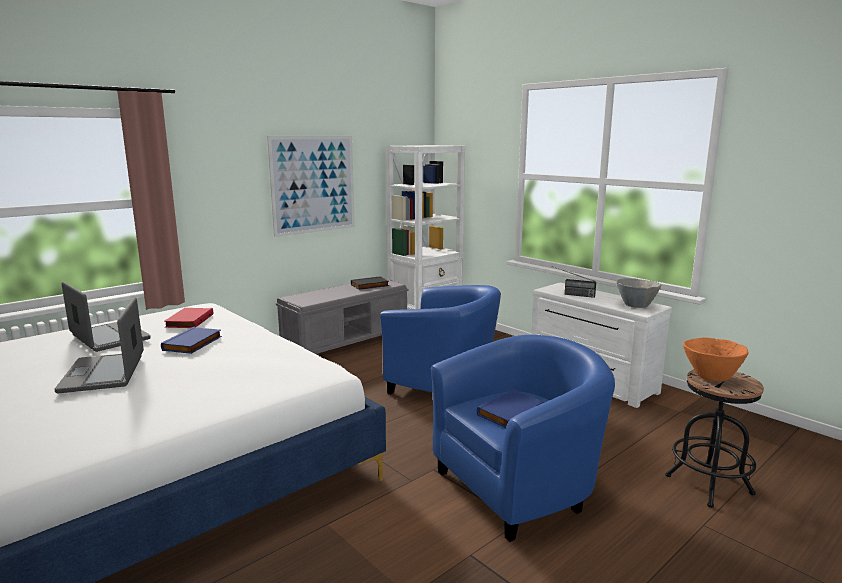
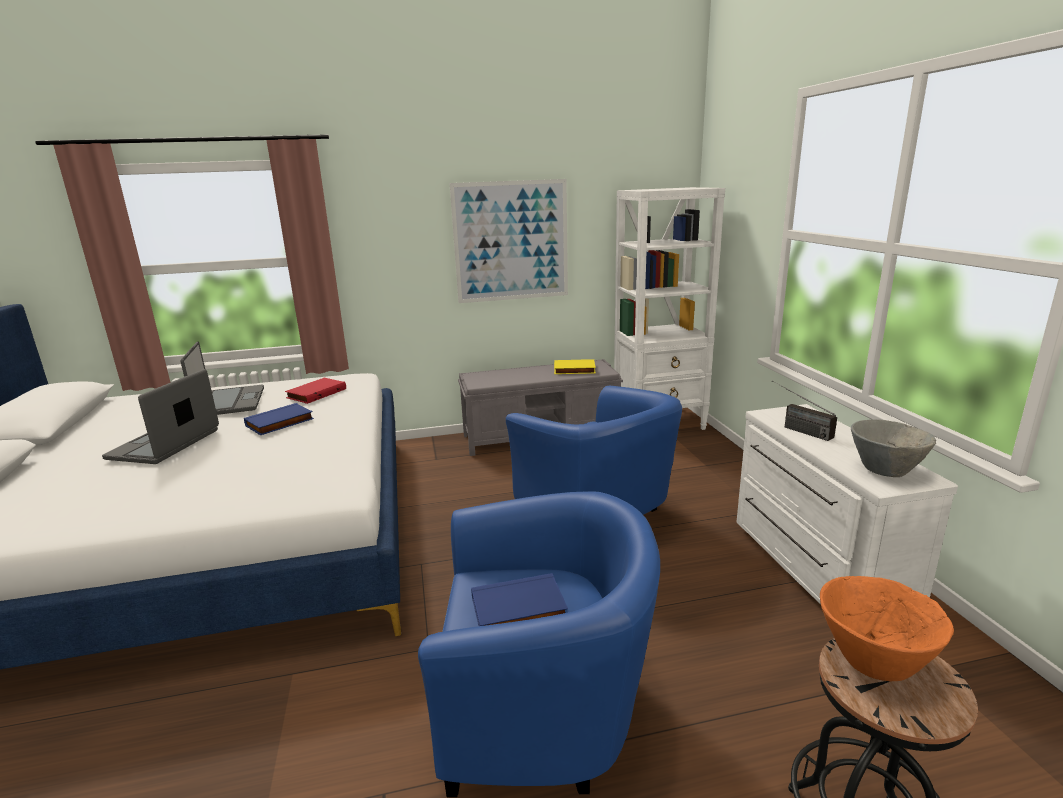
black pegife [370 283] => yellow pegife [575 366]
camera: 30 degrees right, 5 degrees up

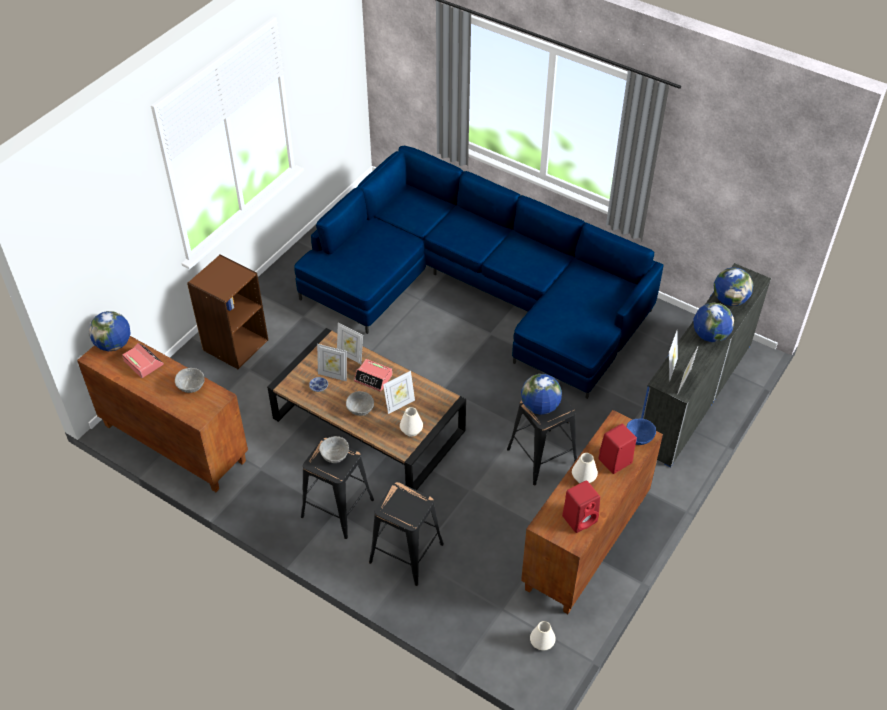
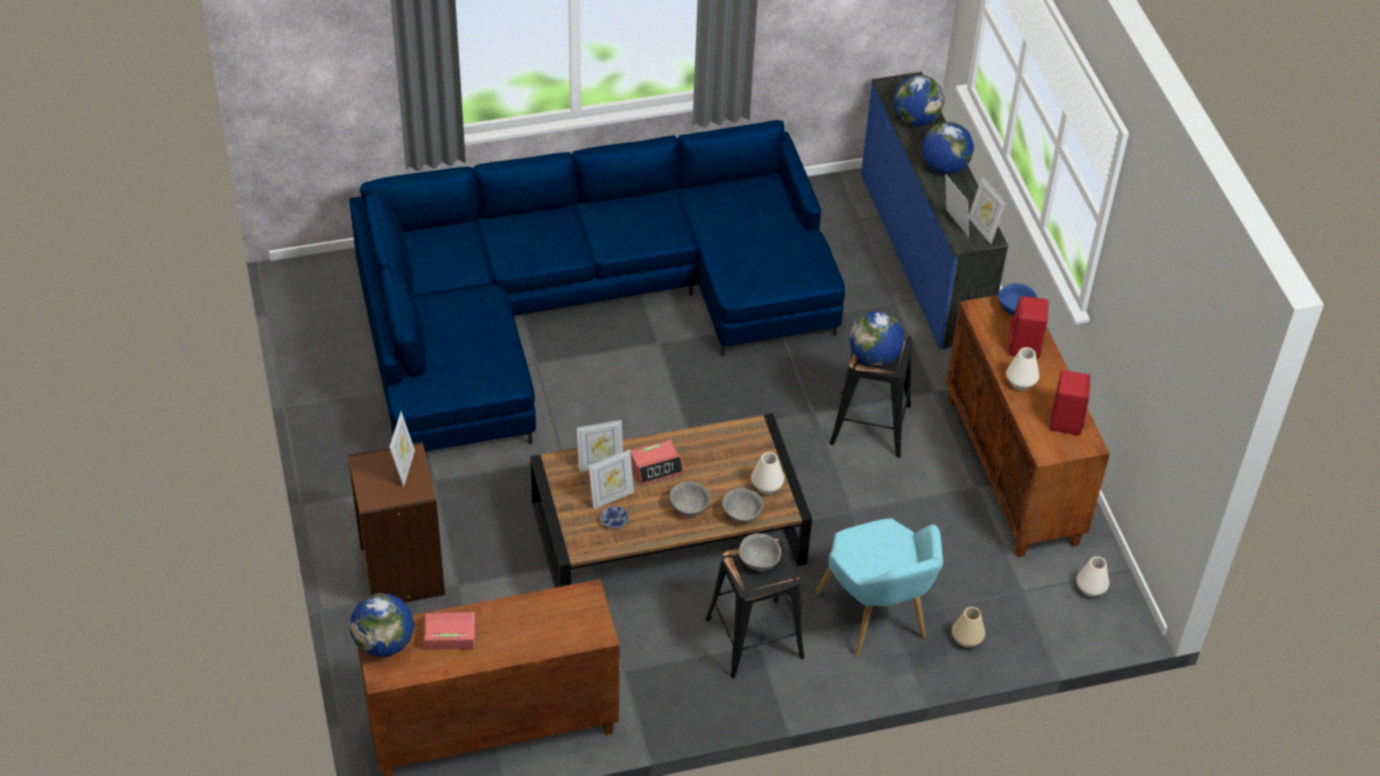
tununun [399 392] => tununun [402 449], moved
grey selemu [190 380] => grey selemu [743 505], moved
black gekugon [406 534] => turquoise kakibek [879 587]
nothing => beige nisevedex [968 627]
camera: 50 degrees left, 0 degrees up

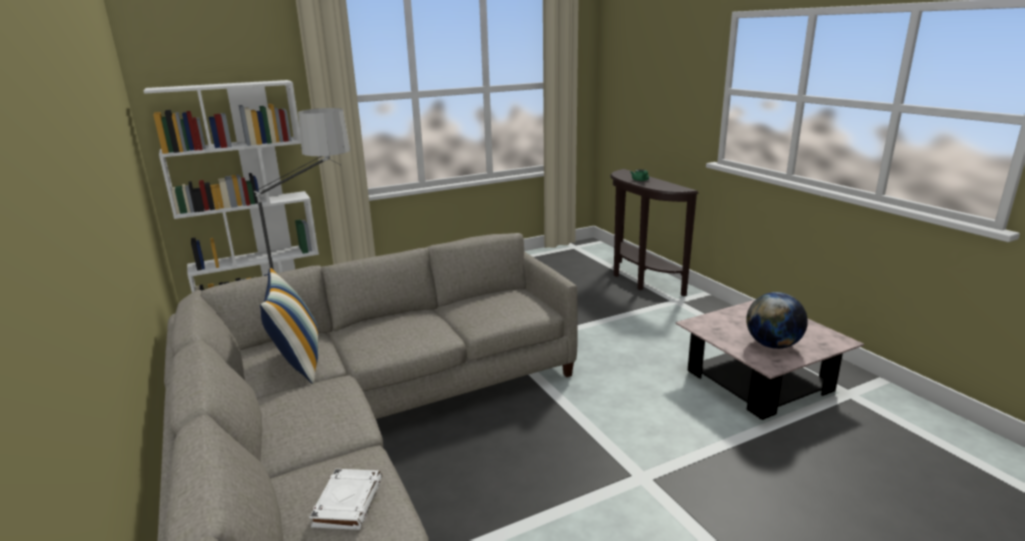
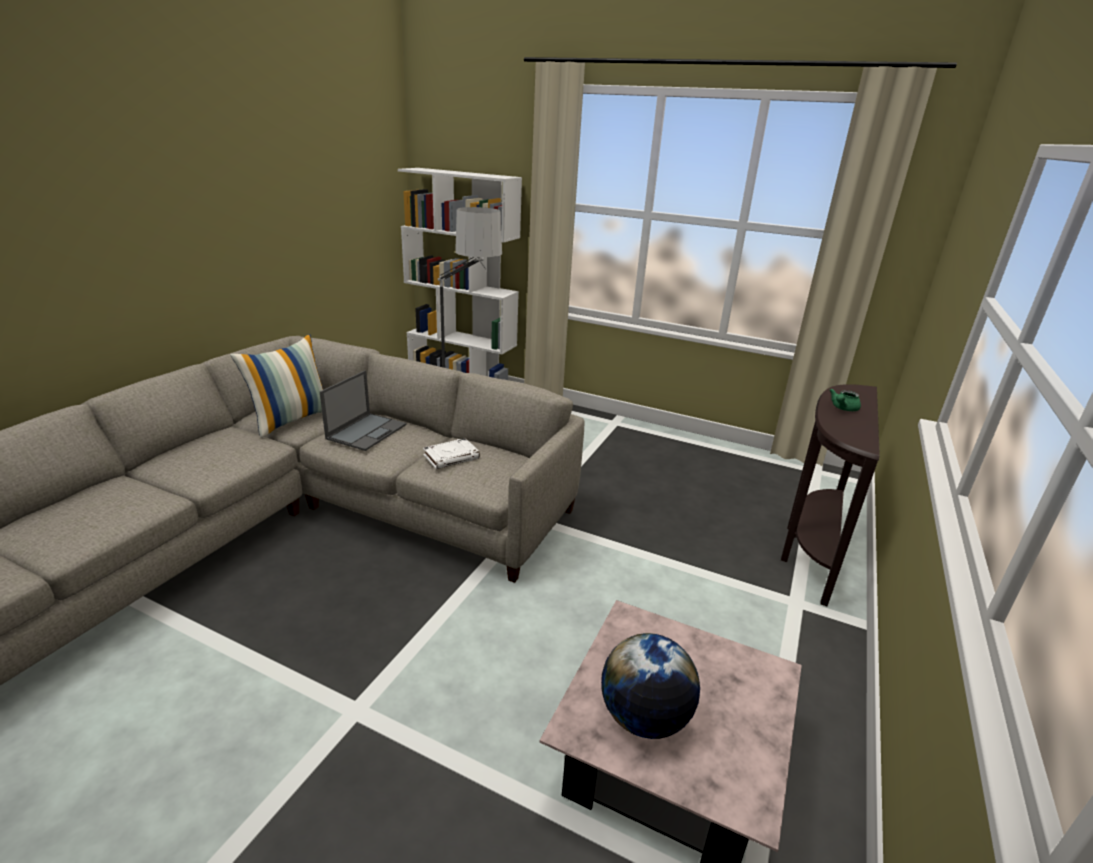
nothing => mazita [363 410]
white pegife [345 499] => white pegife [451 453], moved
camera: 50 degrees right, 5 degrees up

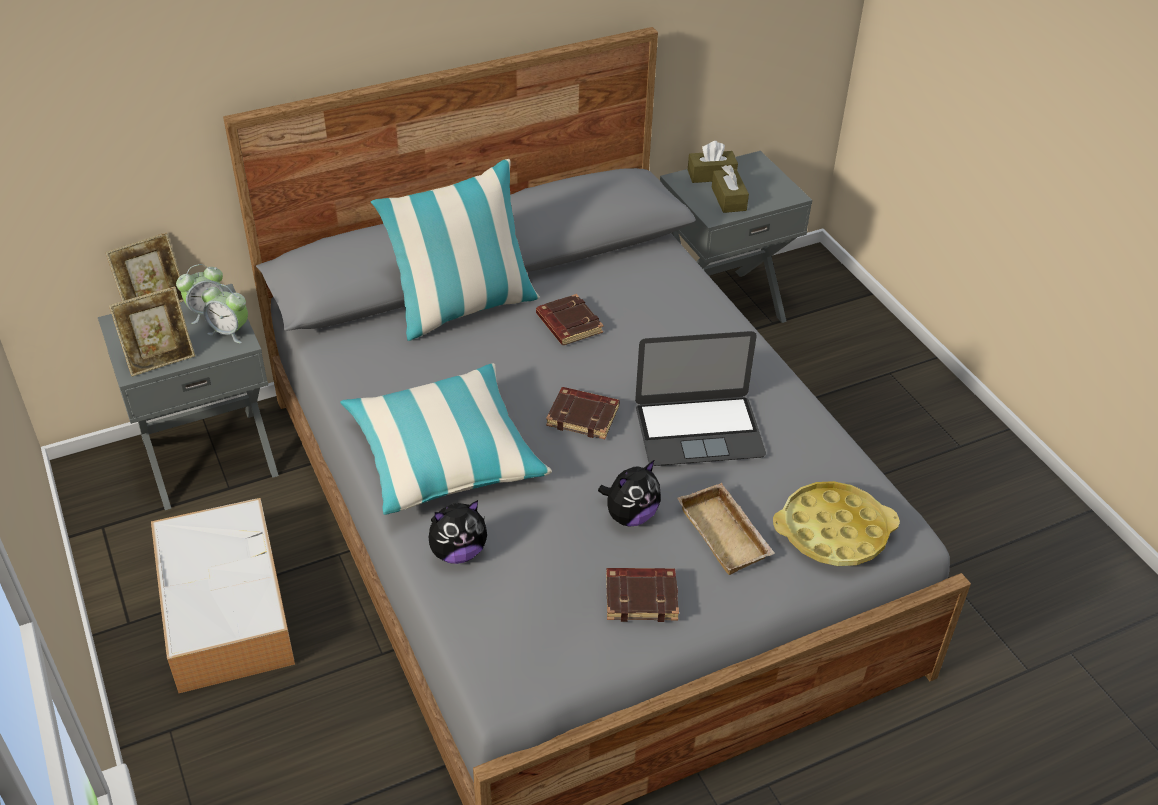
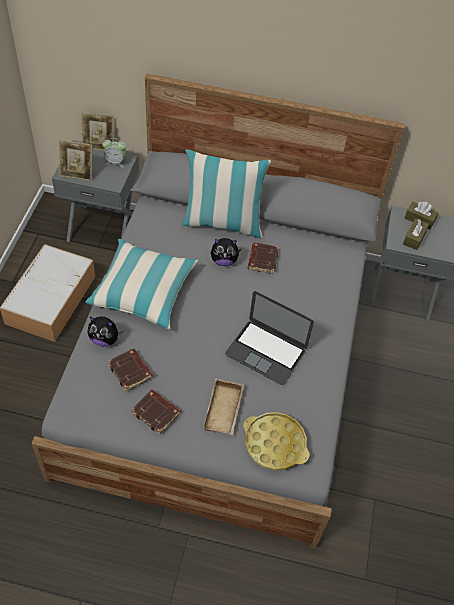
brown pegife [583 413] => brown pegife [130 370], moved
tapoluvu [629 493] => tapoluvu [226 252], moved
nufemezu [225 313] => nothing
camera: 35 degrees right, 10 degrees up

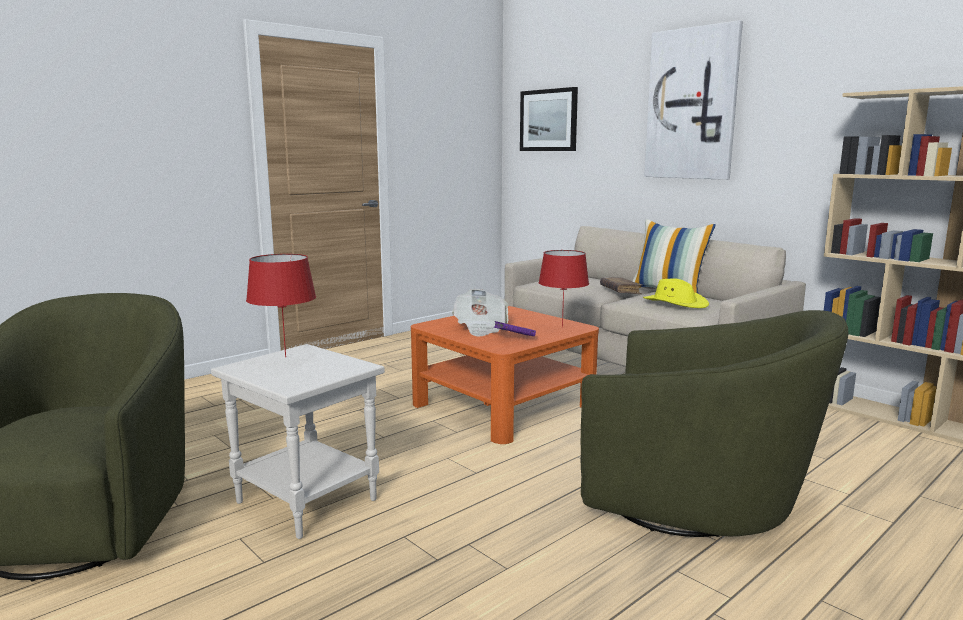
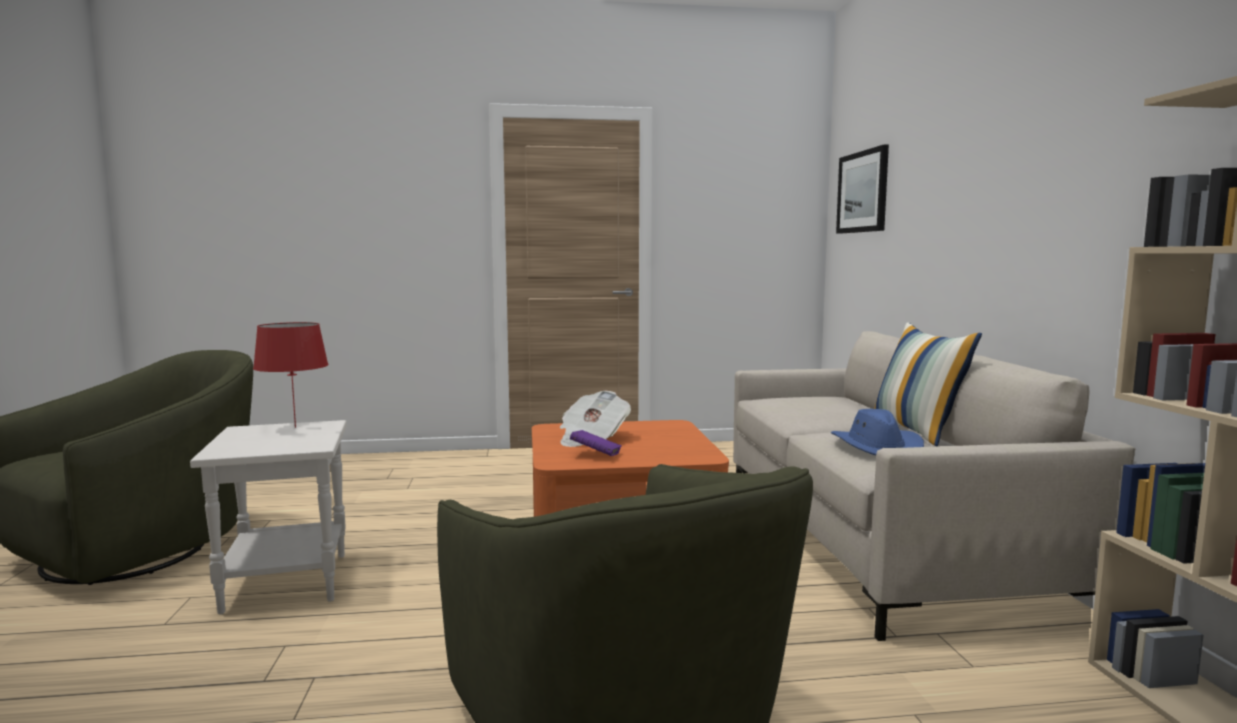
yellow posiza [676 293] => blue posiza [877 432]
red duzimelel [564 289] => nothing
brown pegife [621 285] => nothing
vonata [693 100] => nothing
camera: 35 degrees right, 5 degrees down

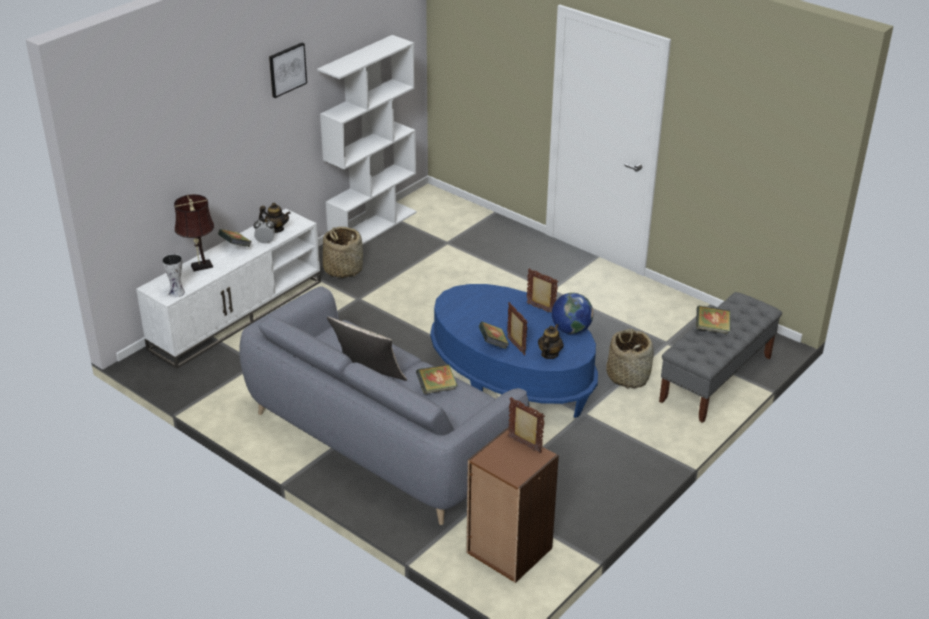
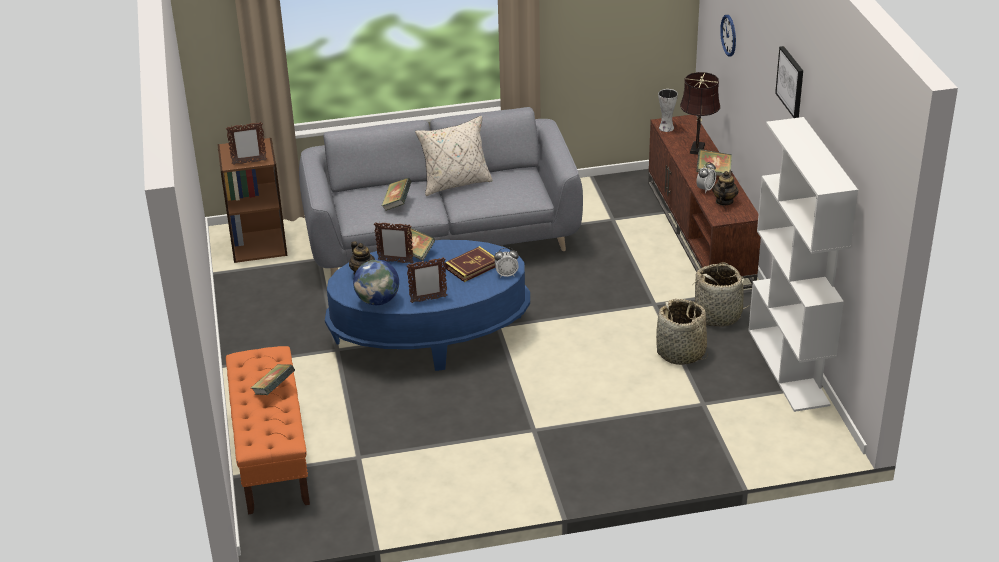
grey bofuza [720 357] => orange bofuza [268 430]
nothing => pegife [470 264]
nothing => nufemezu [506 263]
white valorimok [228 289] => brown valorimok [704 202]
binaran [630 358] => binaran [682 332], moved
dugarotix [275 217] => dugarotix [725 188], 150 degrees clockwise
nothing => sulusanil [728 36]
camera: 130 degrees right, 0 degrees up

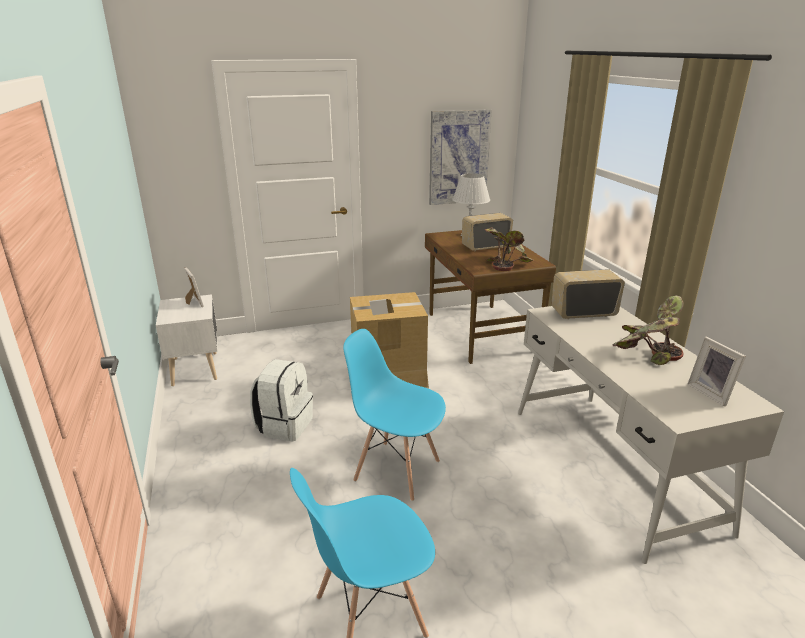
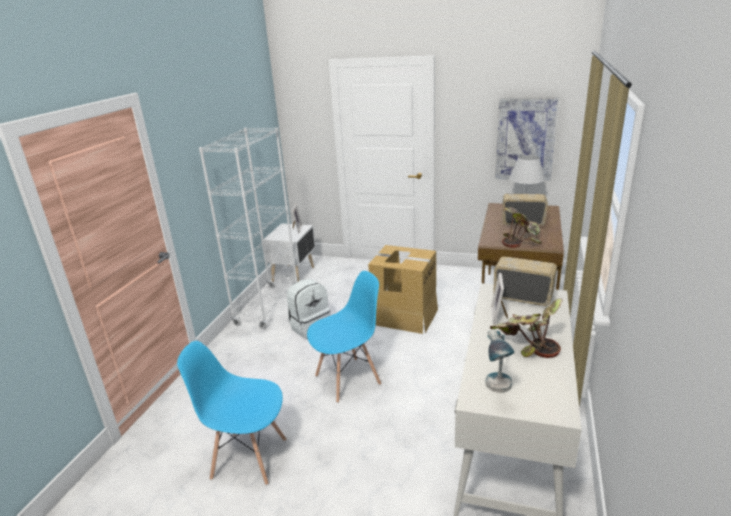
nothing => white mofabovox [248 228]
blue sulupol [394 415] => blue sulupol [344 337], 90 degrees clockwise
nothing => duzimelel [500 361]
tununun [717 371] => tununun [499 298], moved
camera: 35 degrees right, 0 degrees up

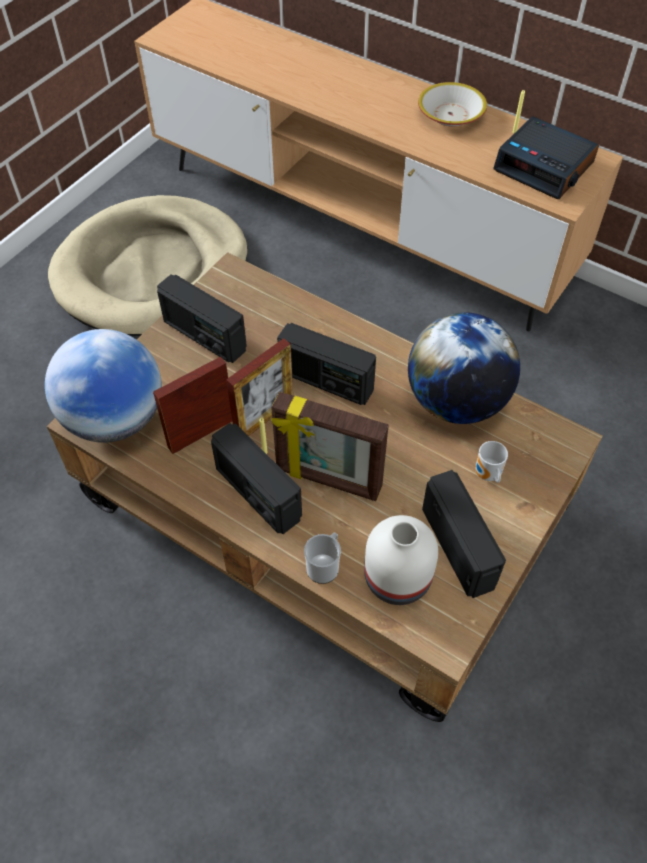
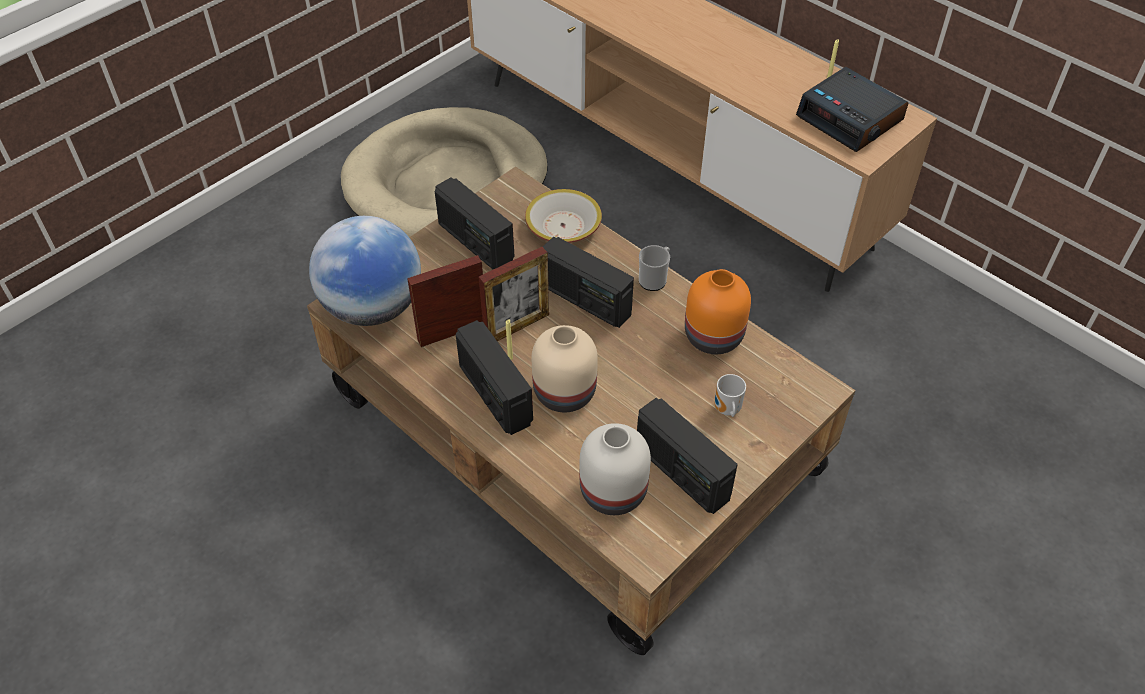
selemu [452 104] => selemu [563 216], moved
tununun [330 446] => beige nisevedex [565 368]
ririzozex [464 534] => ririzozex [687 456], 150 degrees clockwise
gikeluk [322 558] => gikeluk [654 268], moved
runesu [464 368] => orange nisevedex [718 311]
camera: 10 degrees right, 5 degrees down

